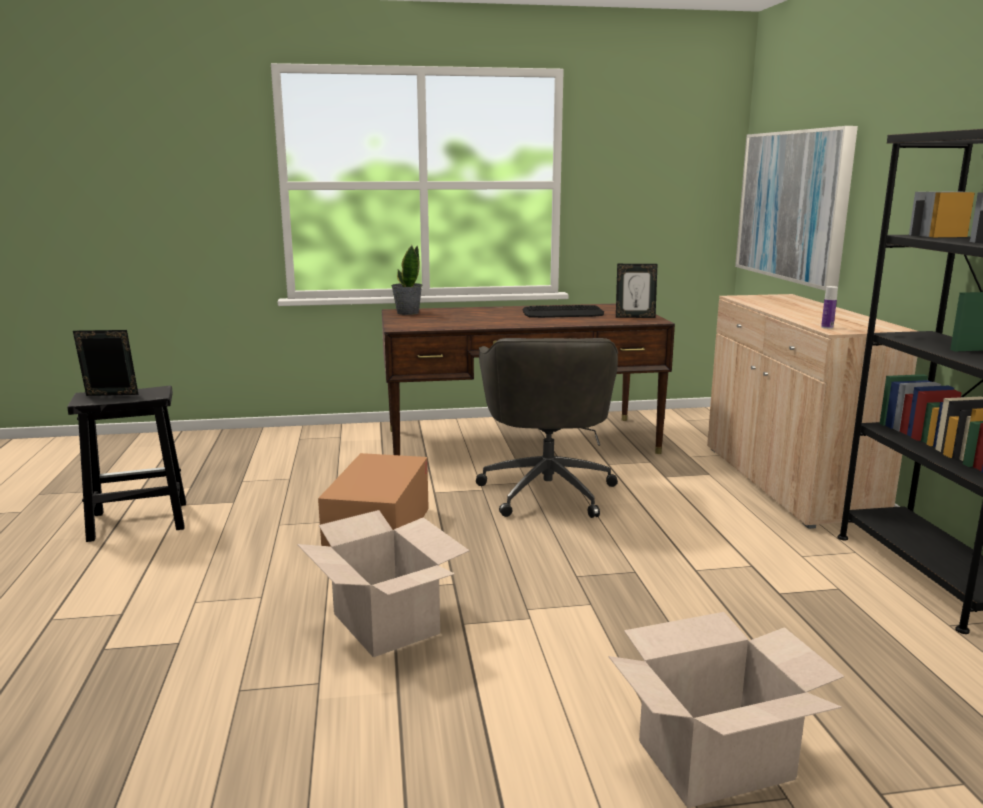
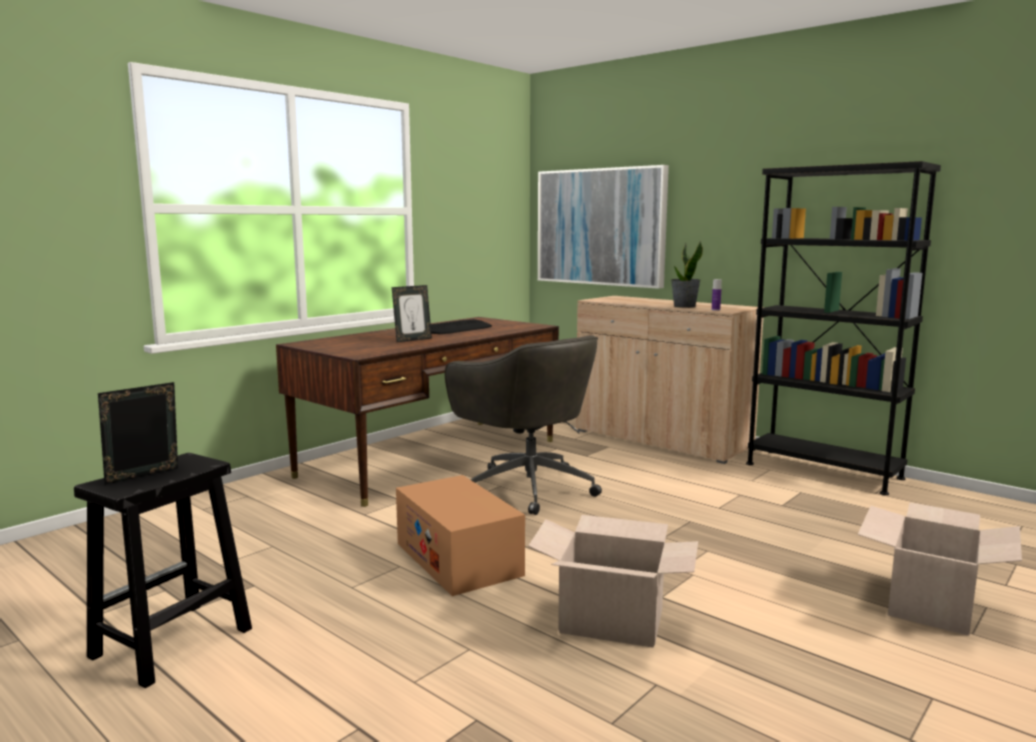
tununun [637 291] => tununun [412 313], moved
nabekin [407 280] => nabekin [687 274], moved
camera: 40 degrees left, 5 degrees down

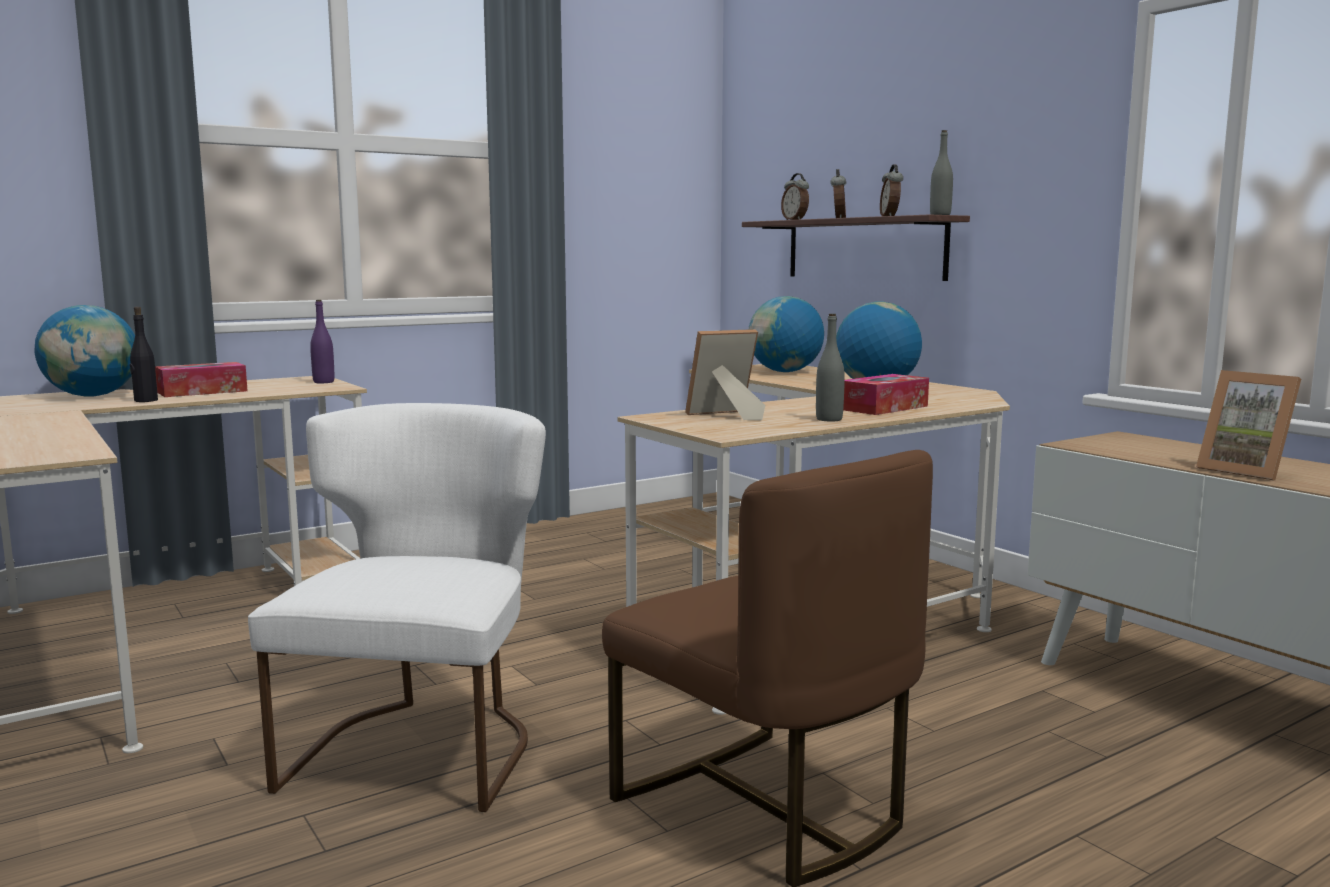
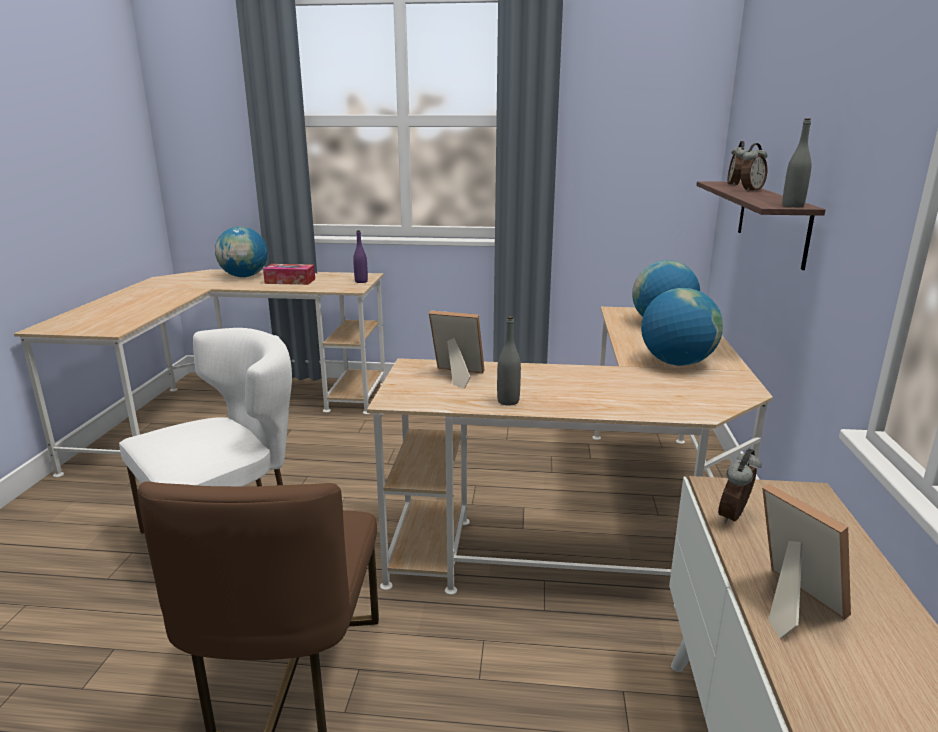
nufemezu [891 190] => nufemezu [740 486], moved
tununun [1248 425] => tununun [806 560], 150 degrees clockwise
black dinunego [144 354] => nothing
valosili [886 394] => nothing
camera: 40 degrees right, 10 degrees up

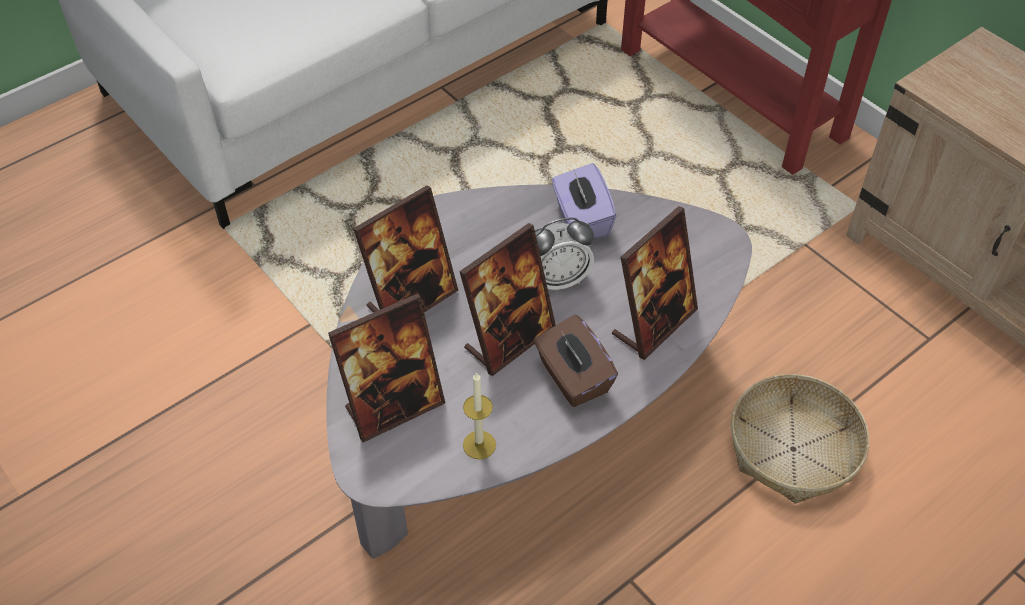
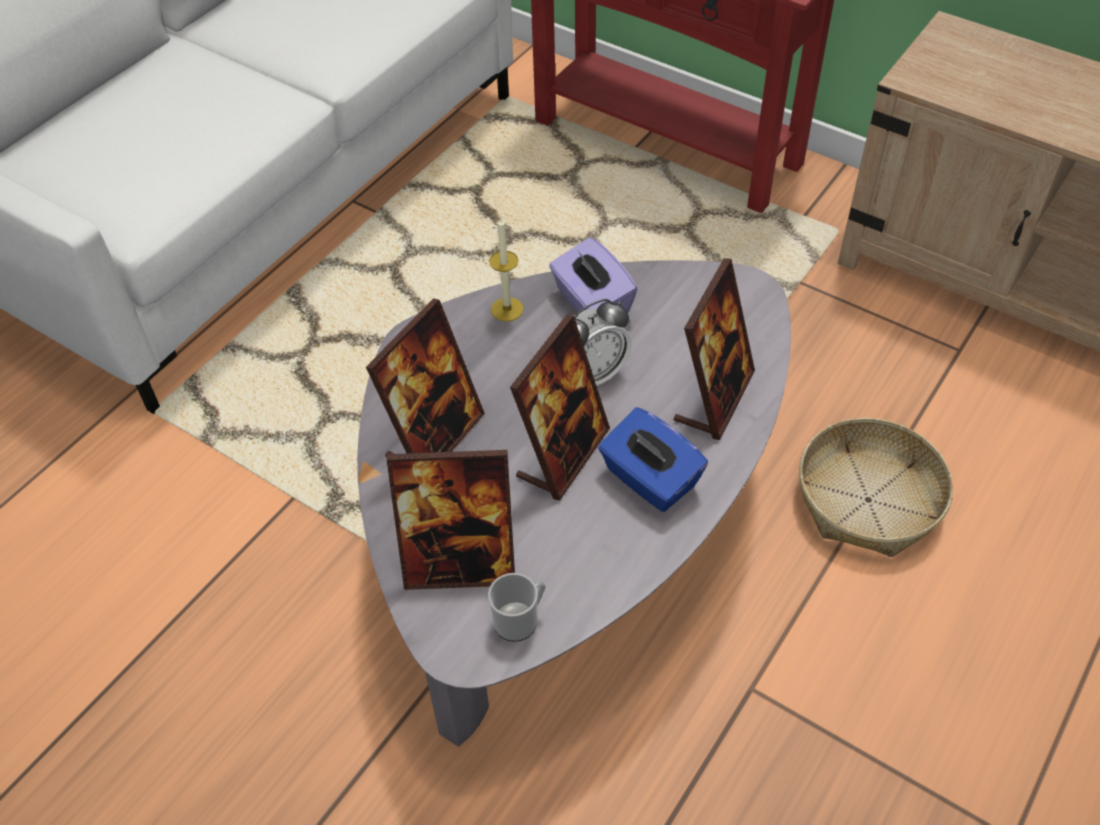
tununun [386 368] => tununun [451 520], 45 degrees clockwise
nothing => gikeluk [517 607]
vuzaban [479 415] => vuzaban [506 269], moved
brown valosili [576 360] => blue valosili [653 459]
camera: 15 degrees left, 0 degrees up

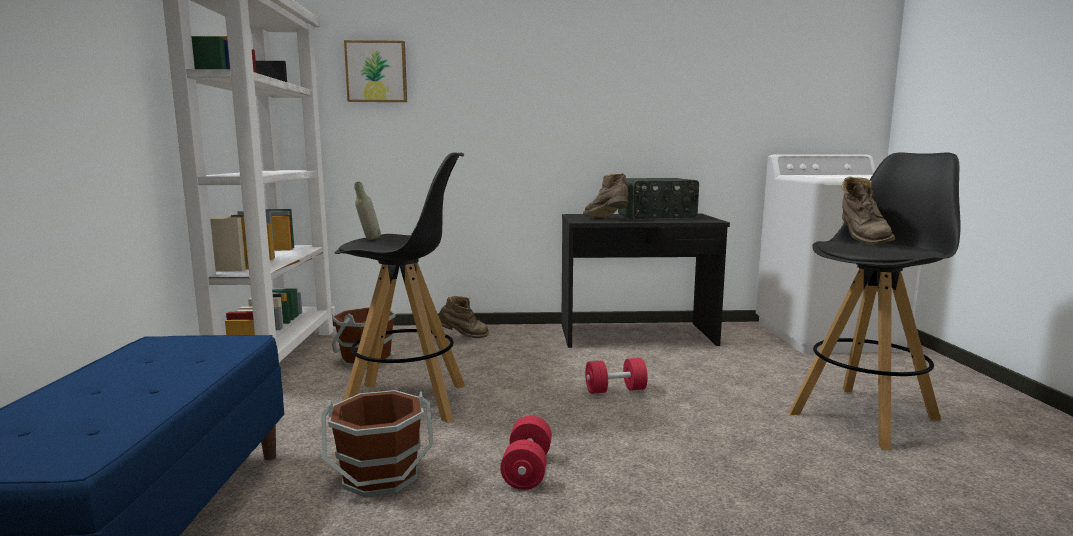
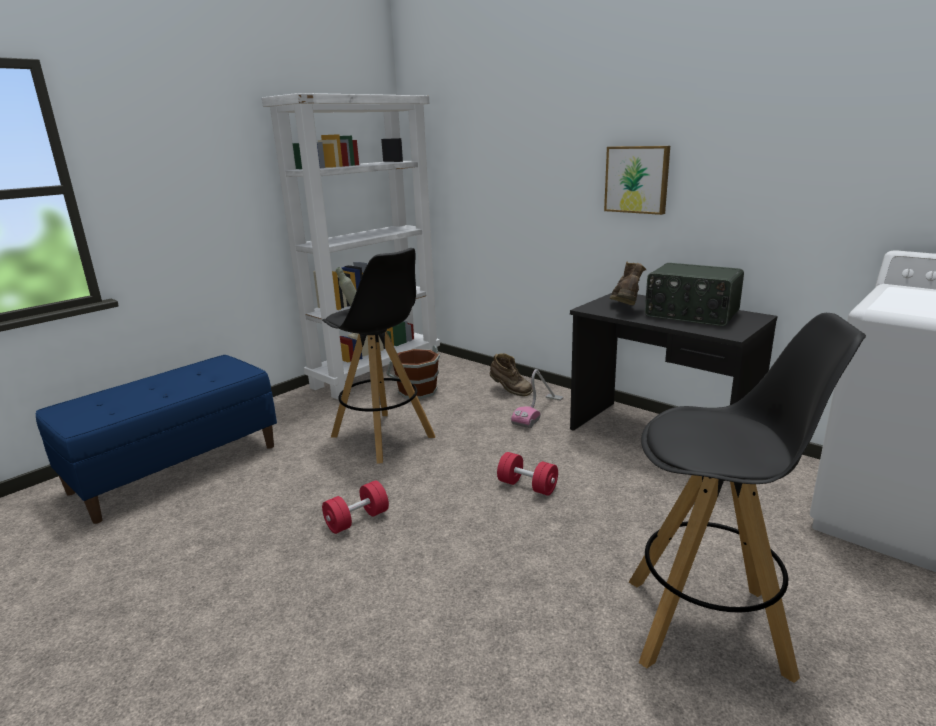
nothing => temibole [537 398]
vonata [375 71] => vonata [637 180], moved
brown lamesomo [377 443] => nothing
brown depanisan [868 210] => nothing
camera: 45 degrees right, 10 degrees up

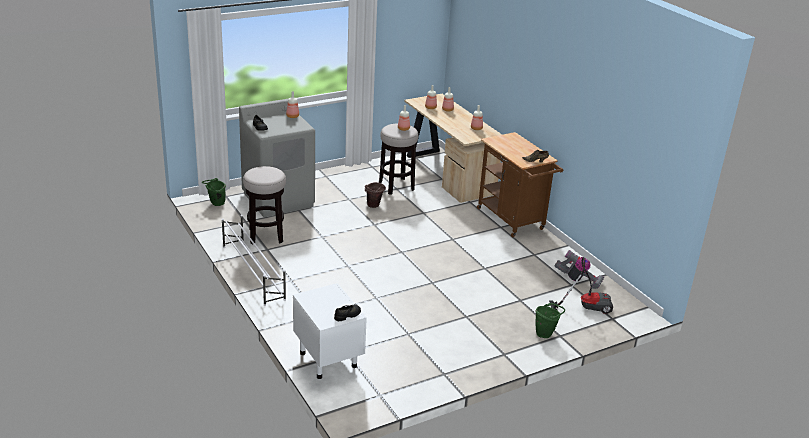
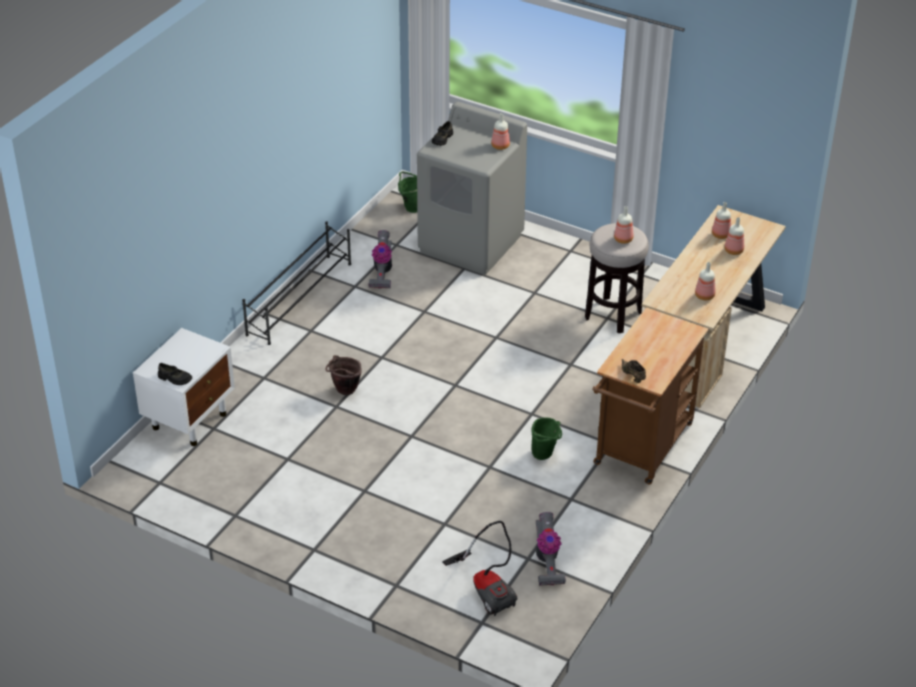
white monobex [254 260] => black monobex [296 283]
brown lamesomo [375 195] => brown lamesomo [343 375], moved
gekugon [264 205] => temibole [380 259]
green lamesomo [550 320] => green lamesomo [546 438], moved
camera: 60 degrees right, 10 degrees up

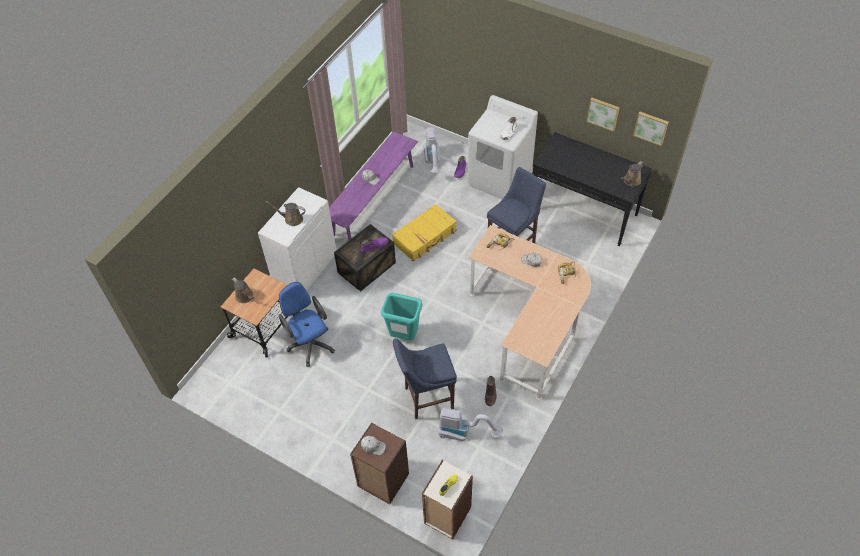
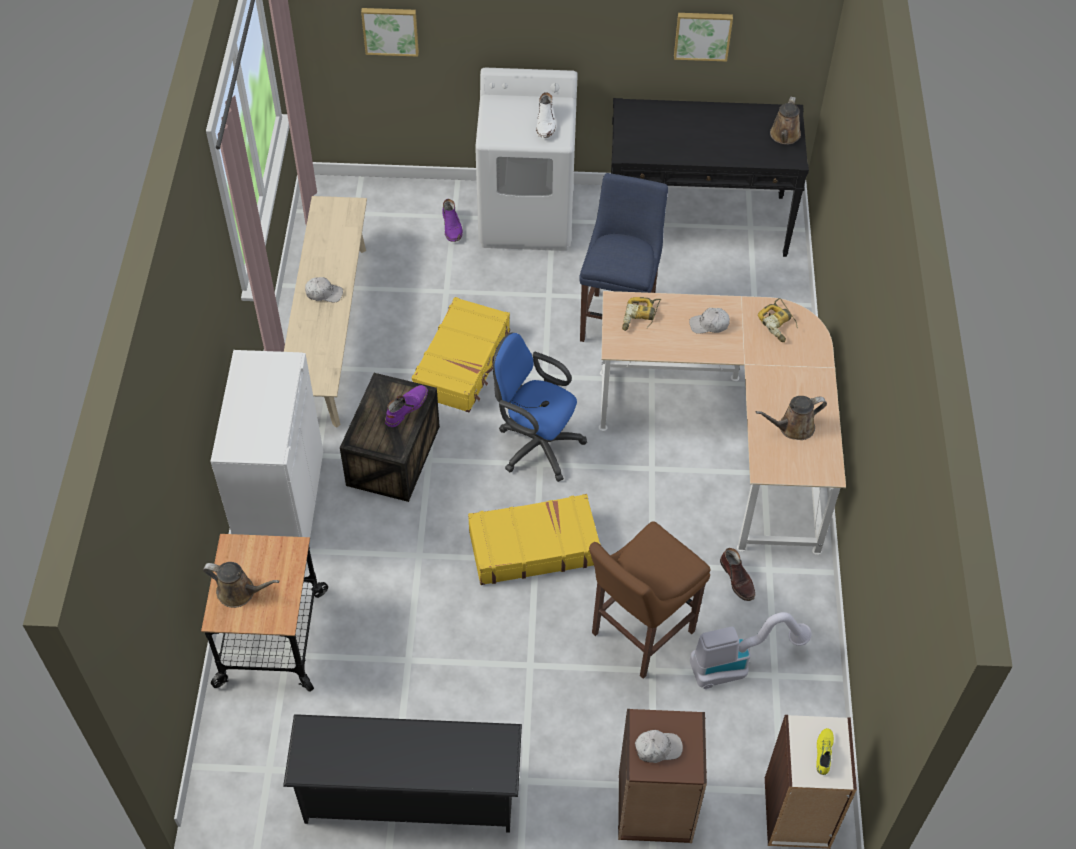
nothing => black monobex [402 773]
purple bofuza [373 186] => beige bofuza [325 312]
vonata [651 129] => vonata [390 32], moved
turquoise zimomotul [401 317] => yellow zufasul [534 539]
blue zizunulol [306 324] => blue zizunulol [540 407], moved
blue gekugon [425 378] => brown gekugon [649 600]
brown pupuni [285 213] => brown pupuni [791 418], moved
temibole [432 150] => nothing
camera: 30 degrees left, 0 degrees up

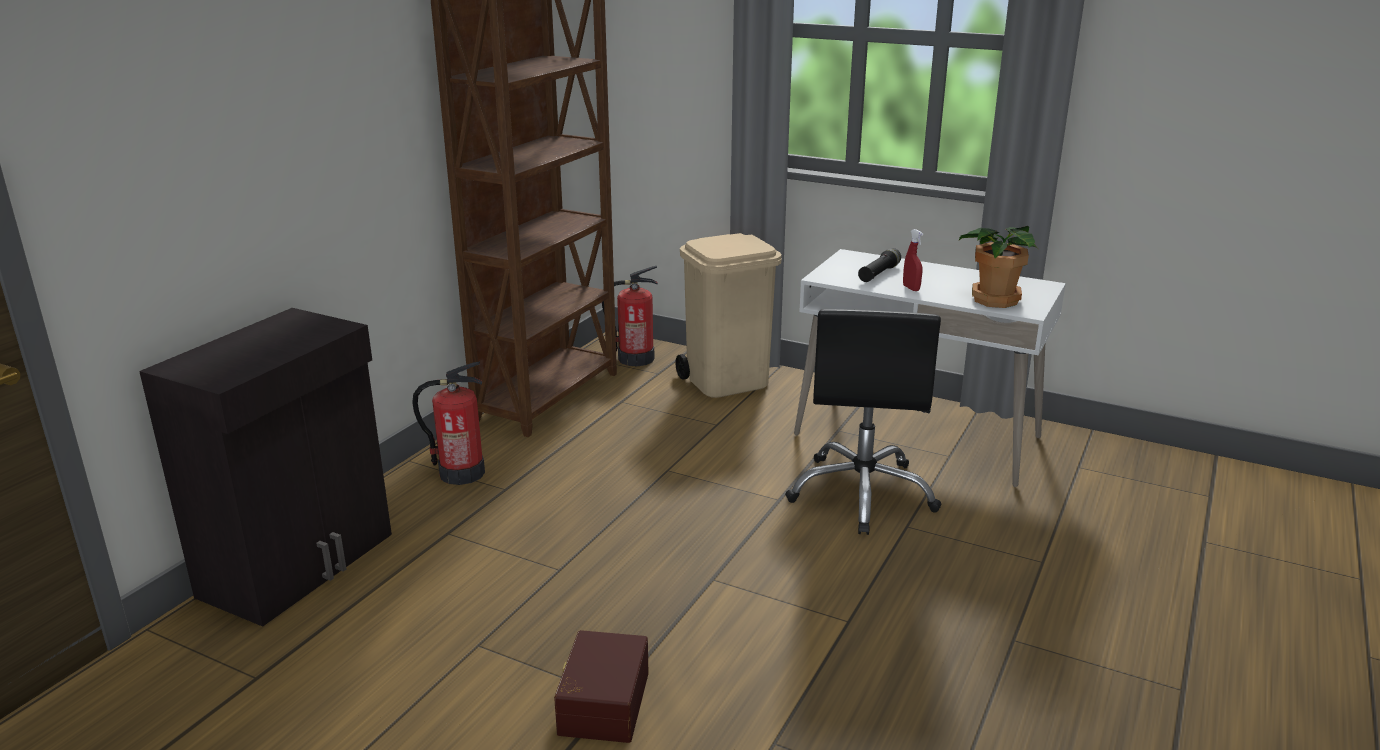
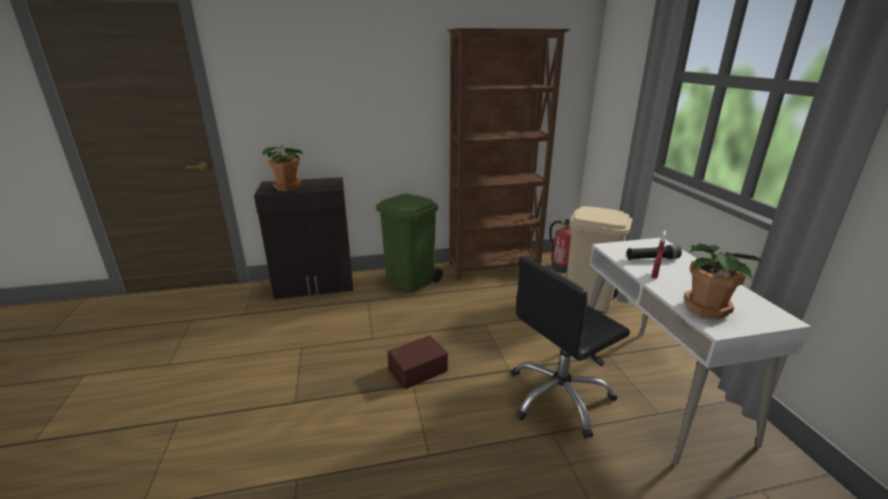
nothing => nabekin [282 168]
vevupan [448 423] => green zimomotul [409 243]
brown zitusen [601 686] => brown zitusen [417 362], moved
camera: 50 degrees right, 0 degrees up

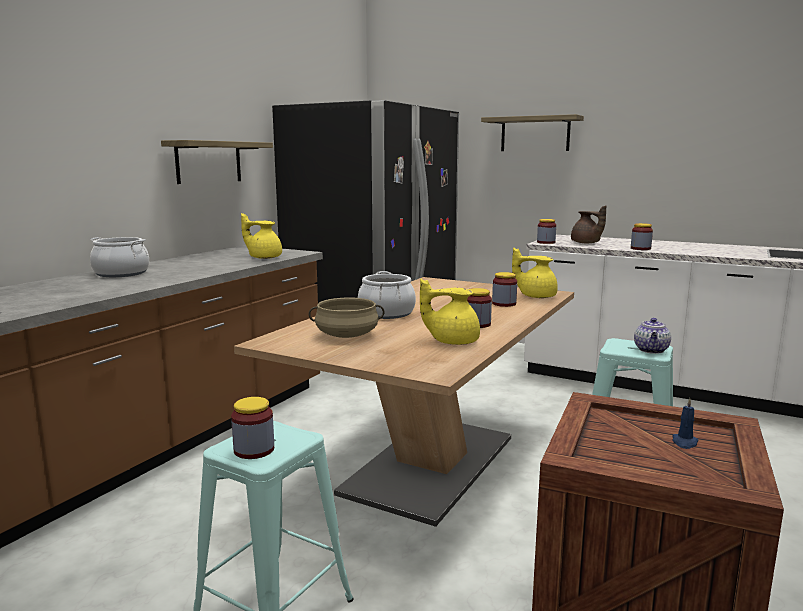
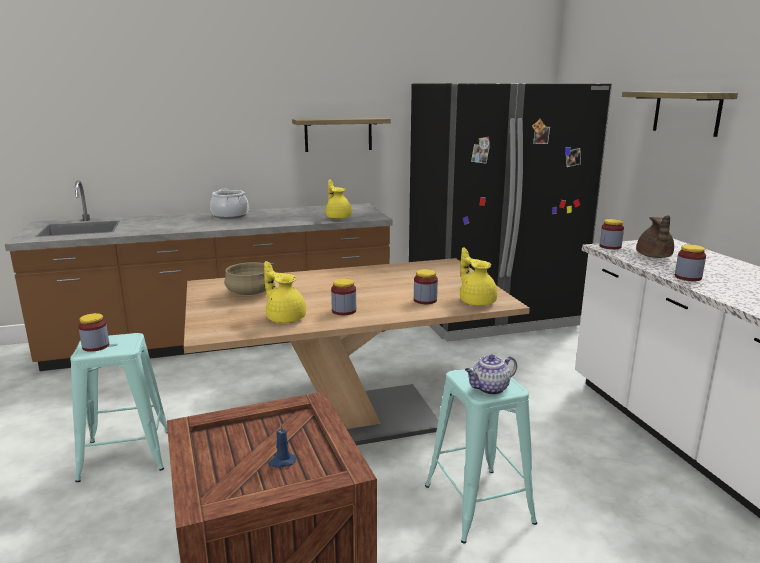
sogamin [387 295] => nothing
camera: 45 degrees right, 5 degrees up

